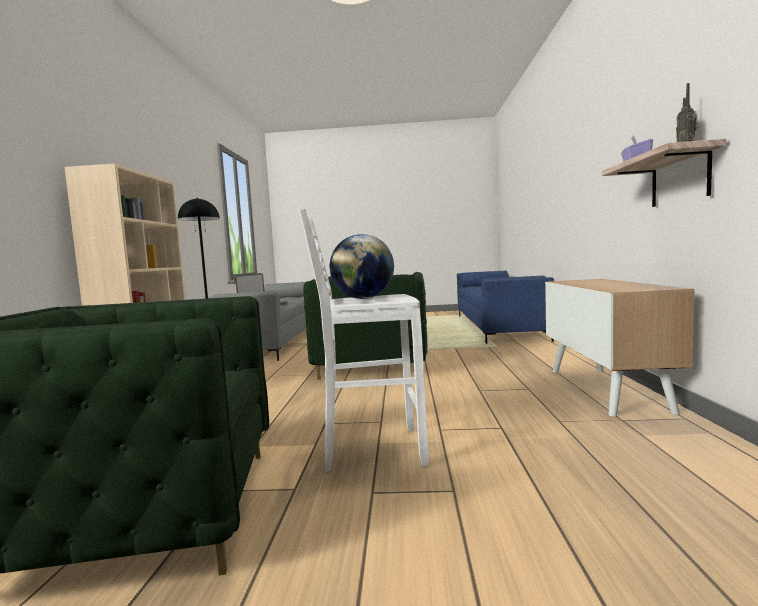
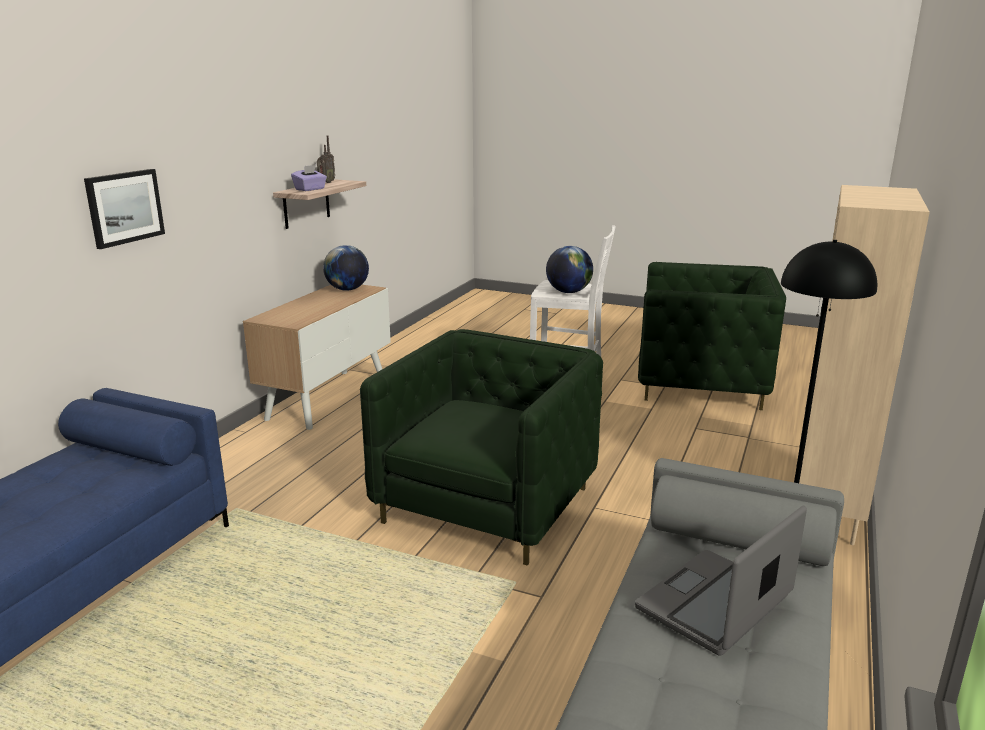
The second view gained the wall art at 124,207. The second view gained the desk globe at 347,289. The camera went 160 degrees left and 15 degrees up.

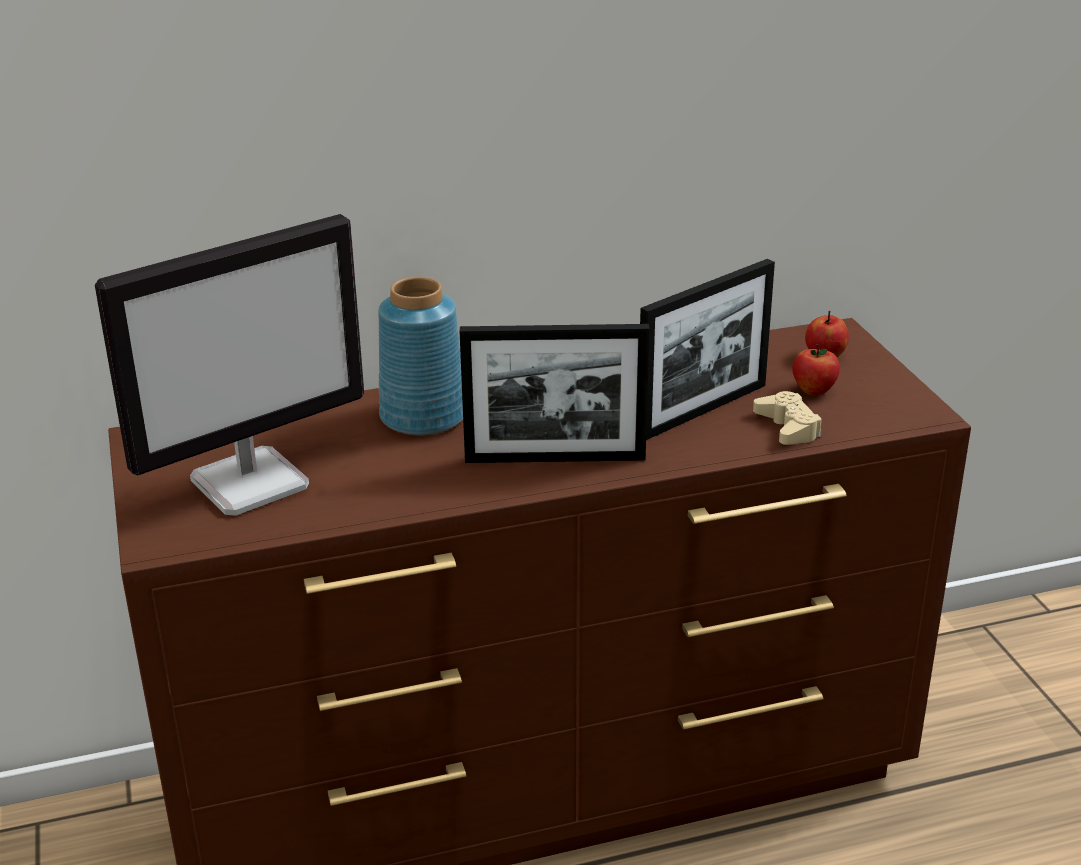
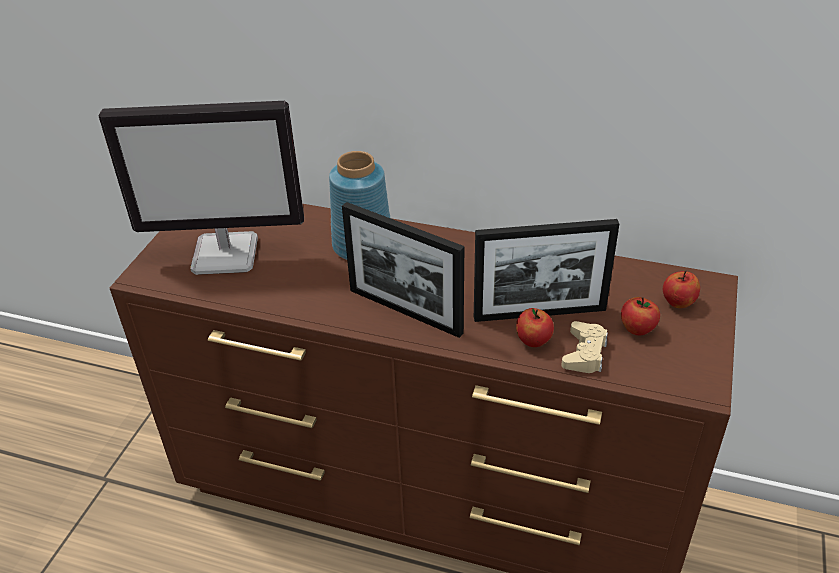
The second view gained the whole apple at 533,341. The camera went 35 degrees right and 10 degrees up.

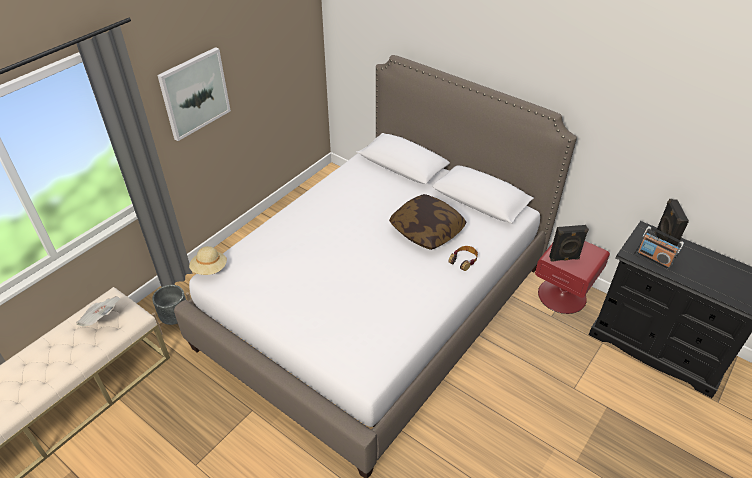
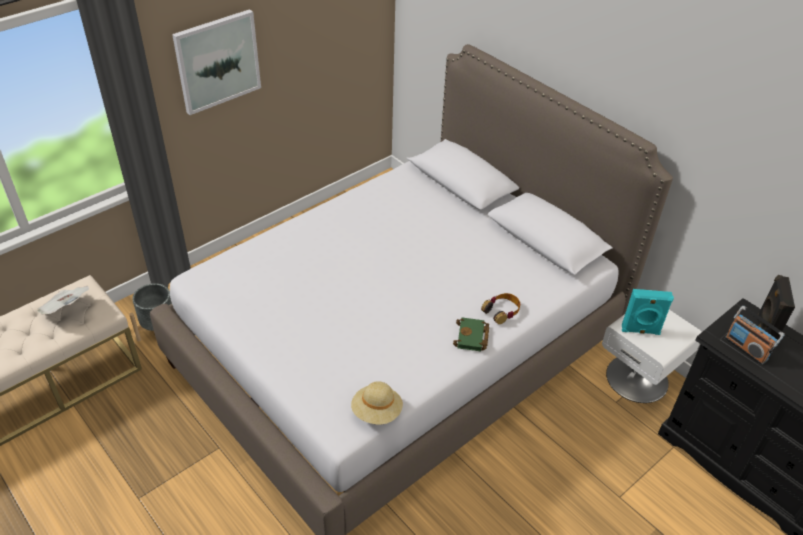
The beige hat ended up elsewhere, having gone from 209,269 to 377,412. The second view lost the pillow at 427,230. What was the reddish night table at 562,295 turned into the white night table at 637,378. What was the black audio speaker at 564,258 turned into the turquoise-coloured audio speaker at 640,331. The second view gained the green-coloured book at 472,338. The camera went 10 degrees right and 0 degrees up.

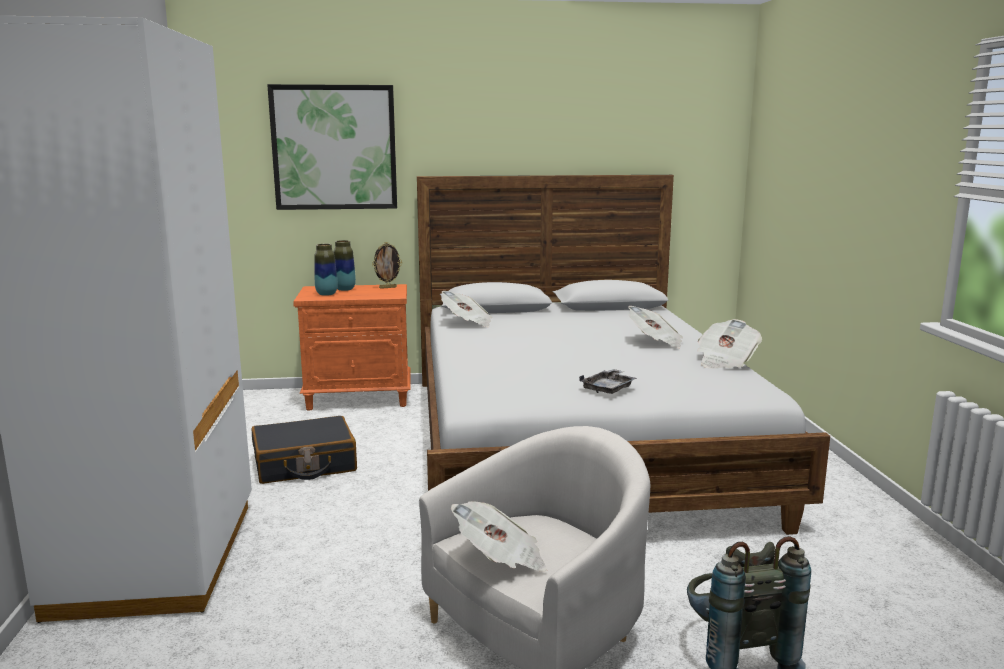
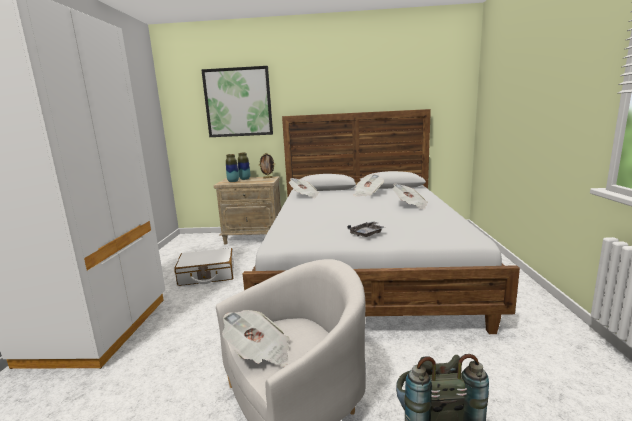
What was the black piece of luggage at 304,464 turned into the white piece of luggage at 207,275. What was the orangey night table at 359,398 turned into the beige night table at 254,238. The newspaper ended up elsewhere, having gone from 725,361 to 367,194. The camera went 10 degrees right and 0 degrees up.

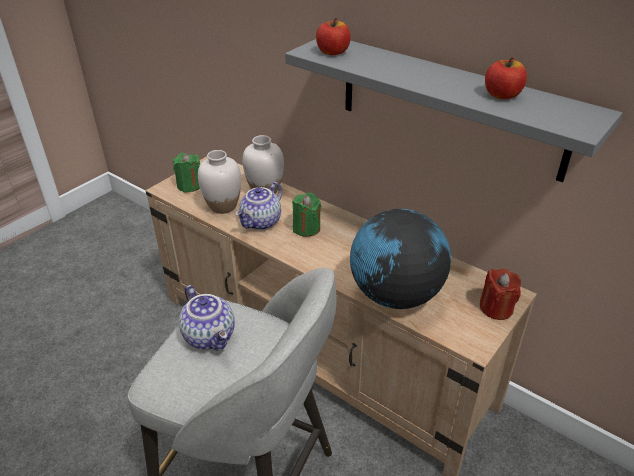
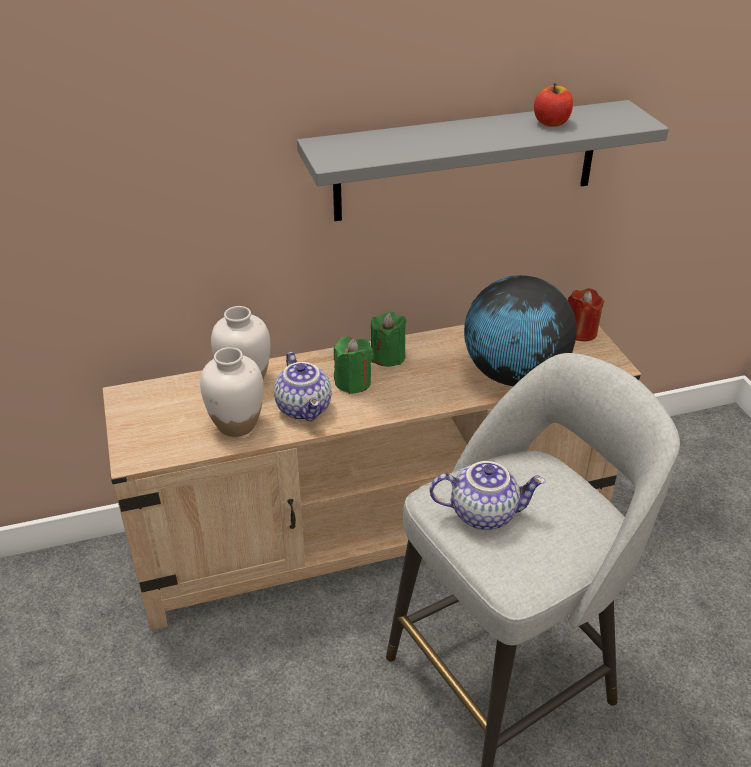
The green-coloured wax candle ended up elsewhere, having gone from 189,185 to 388,357. The second view lost the whole apple at 333,52. The camera went 55 degrees left and 0 degrees up.

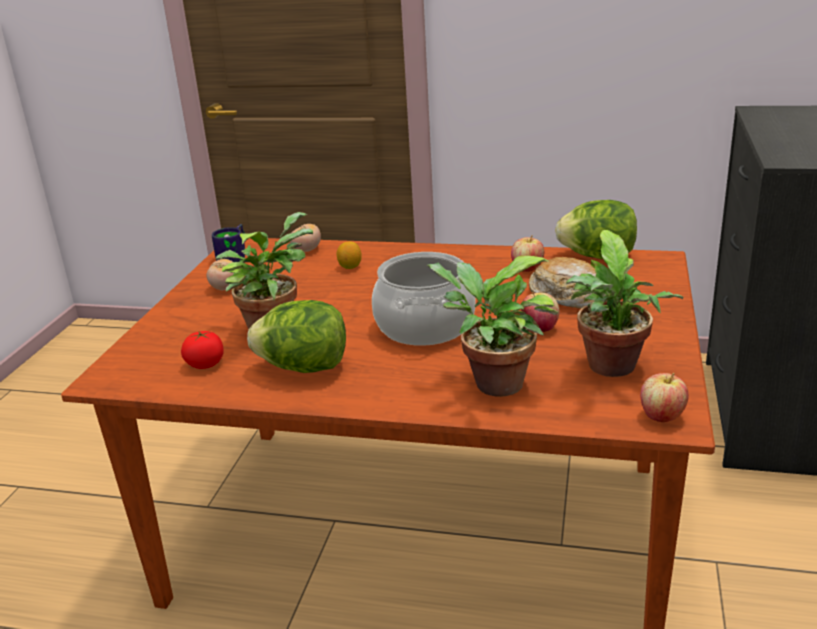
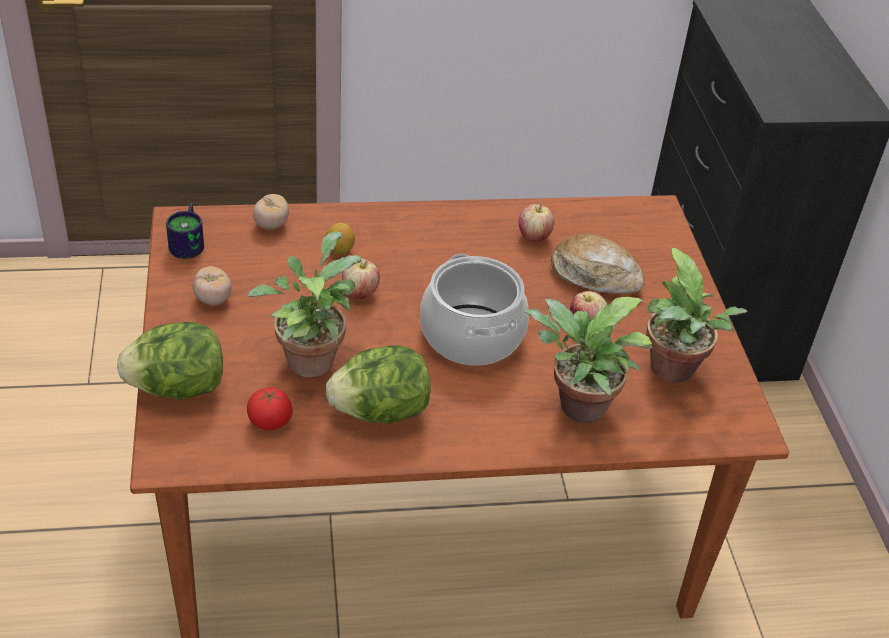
The lettuce ended up elsewhere, having gone from 598,256 to 178,388. The whole apple ended up elsewhere, having gone from 662,416 to 360,293. The camera went 25 degrees left and 15 degrees up.

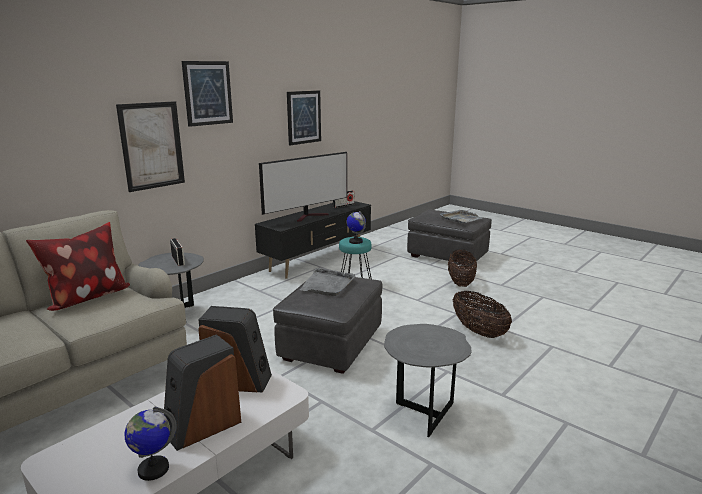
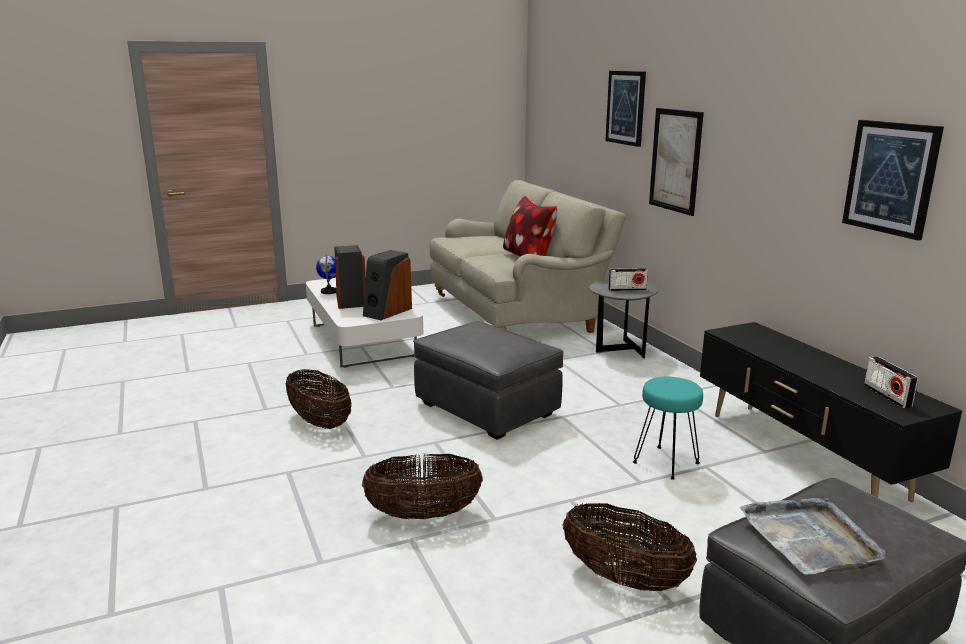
The wall art ended up elsewhere, having gone from 207,93 to 626,107. The second view lost the TV set at 310,216. The second view lost the greyish carrying tray at 327,284. The second view lost the desk globe at 355,241. Where the greyish accent table stood at 423,414, the storage basket came to stand at 320,422. The camera went 115 degrees right and 0 degrees up.

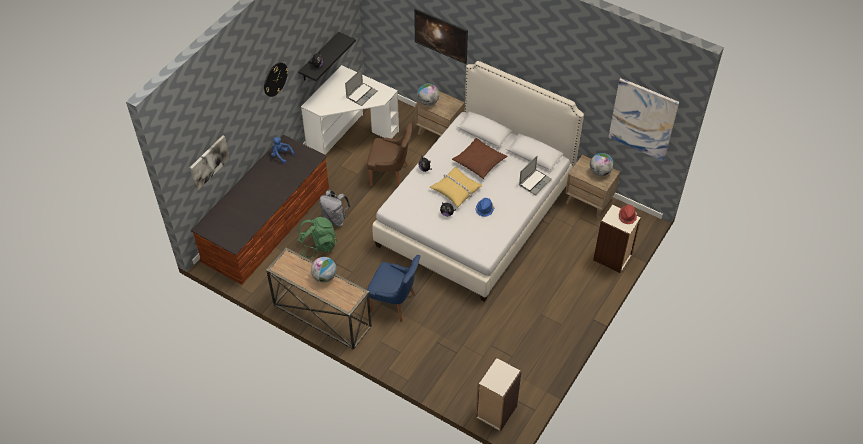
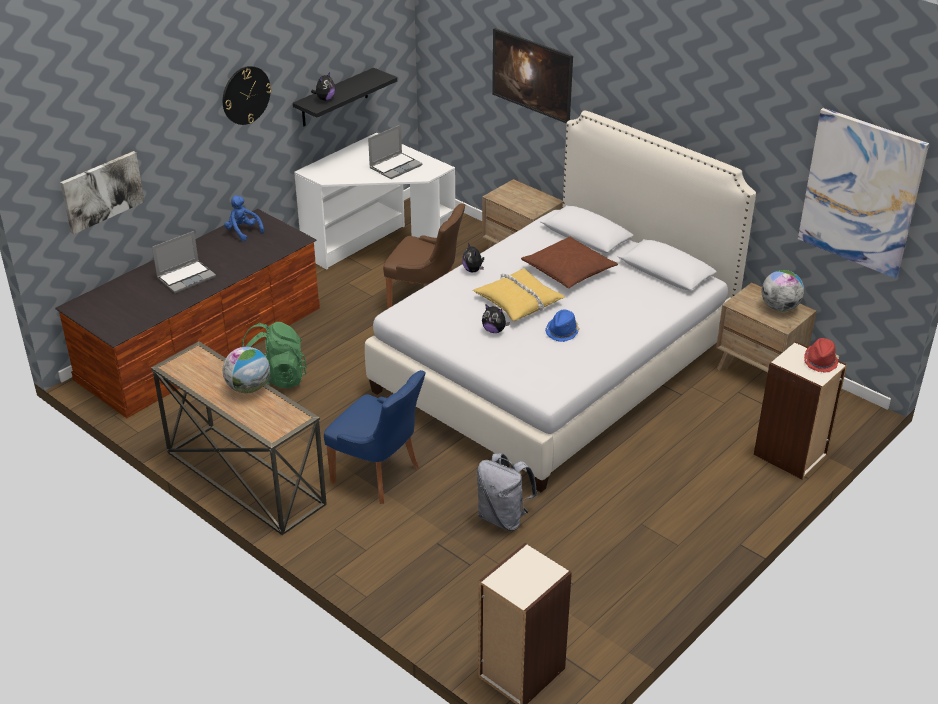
The greyish rucksack ended up elsewhere, having gone from 335,219 to 503,517. The second view lost the desk globe at 428,102. The laptop ended up elsewhere, having gone from 535,182 to 186,277. The camera went 10 degrees right and 15 degrees down.

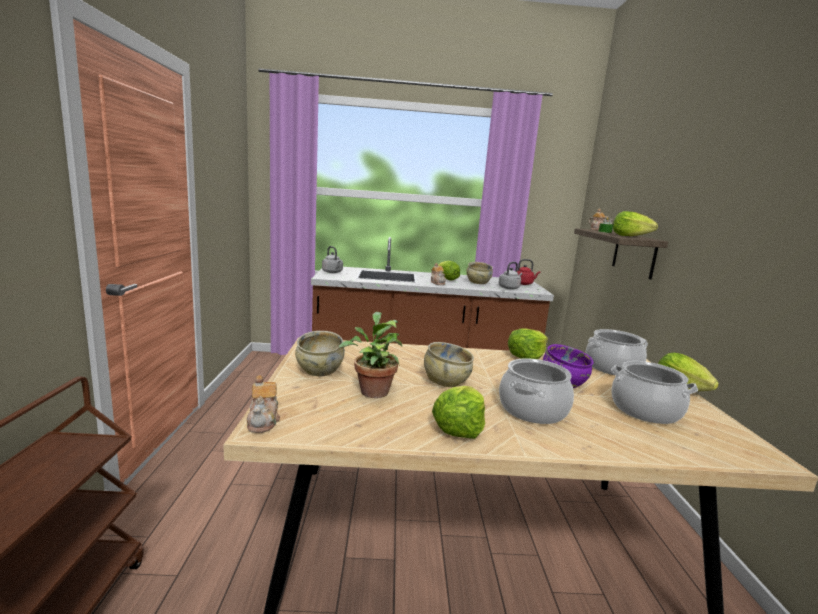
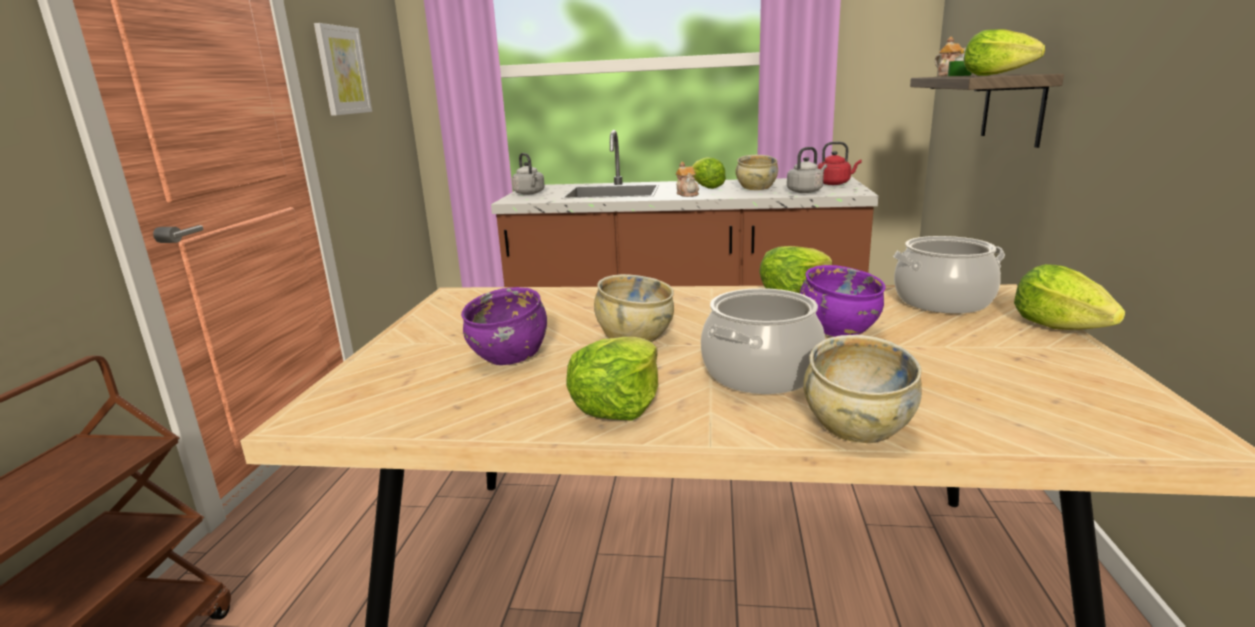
The second view lost the tea pot at 263,421. The beige bowl ended up elsewhere, having gone from 319,370 to 857,427. Where the plant in a pot stood at 373,390, the purple-coloured bowl came to stand at 509,355. The second view lost the saucepot at 645,410. The second view gained the wall art at 342,70. The camera went 10 degrees right and 5 degrees up.

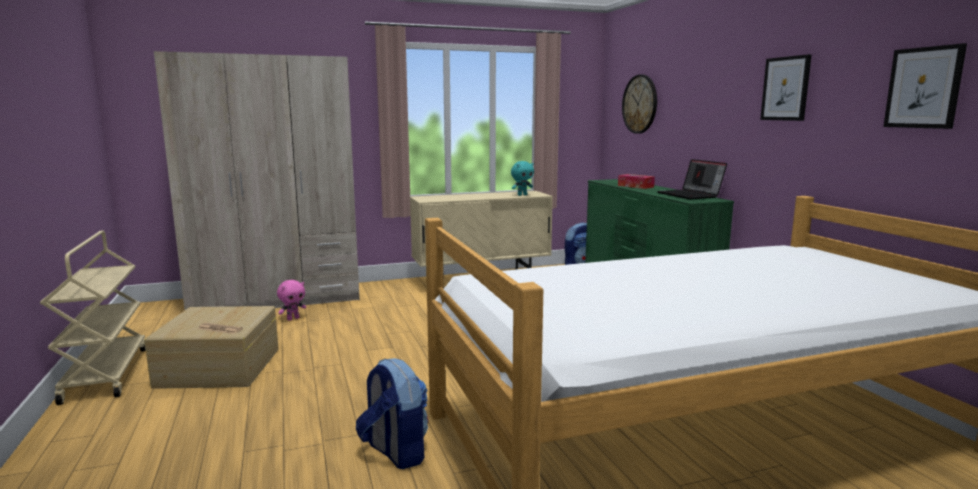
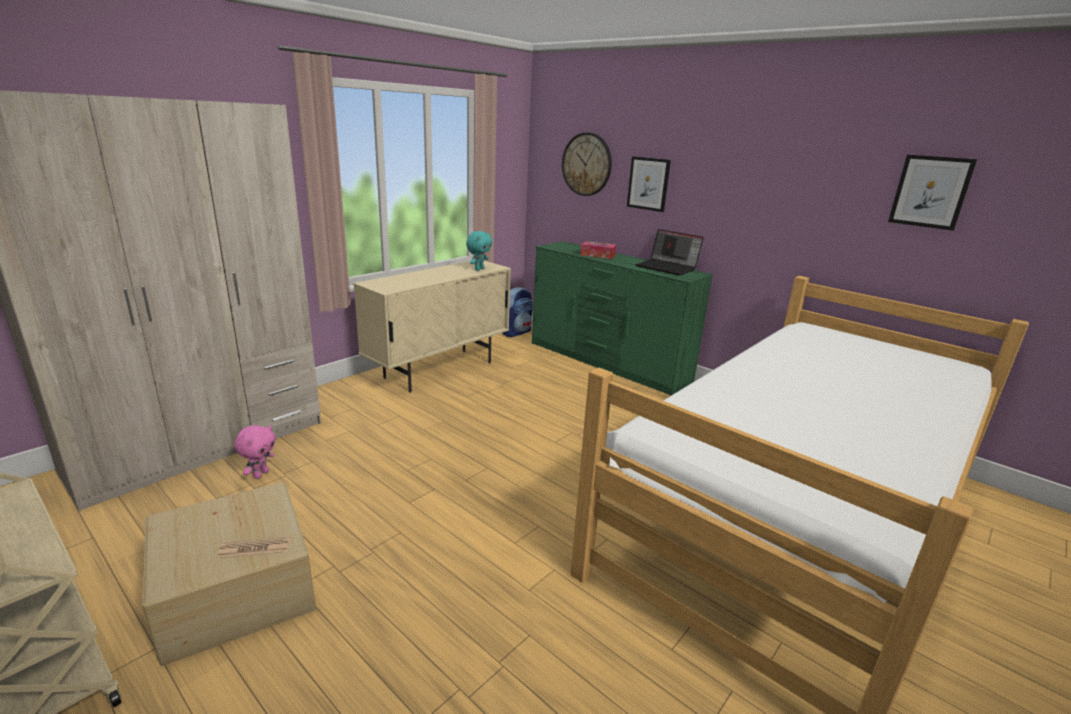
The second view lost the rucksack at 395,452. The wall art ended up elsewhere, having gone from 785,88 to 648,184. The camera went 30 degrees left and 10 degrees up.

